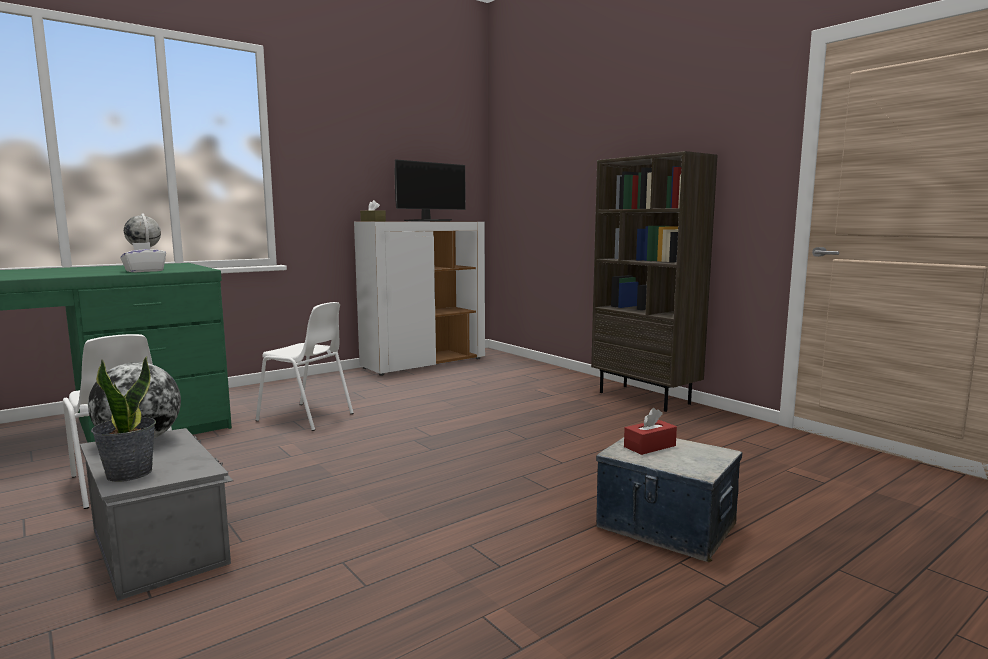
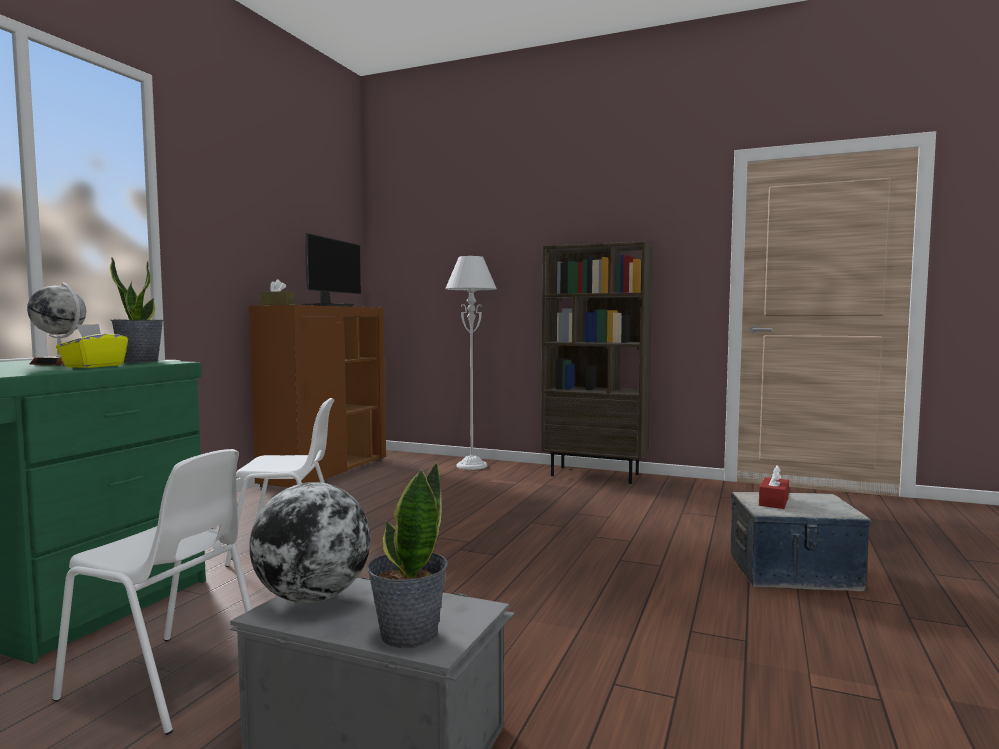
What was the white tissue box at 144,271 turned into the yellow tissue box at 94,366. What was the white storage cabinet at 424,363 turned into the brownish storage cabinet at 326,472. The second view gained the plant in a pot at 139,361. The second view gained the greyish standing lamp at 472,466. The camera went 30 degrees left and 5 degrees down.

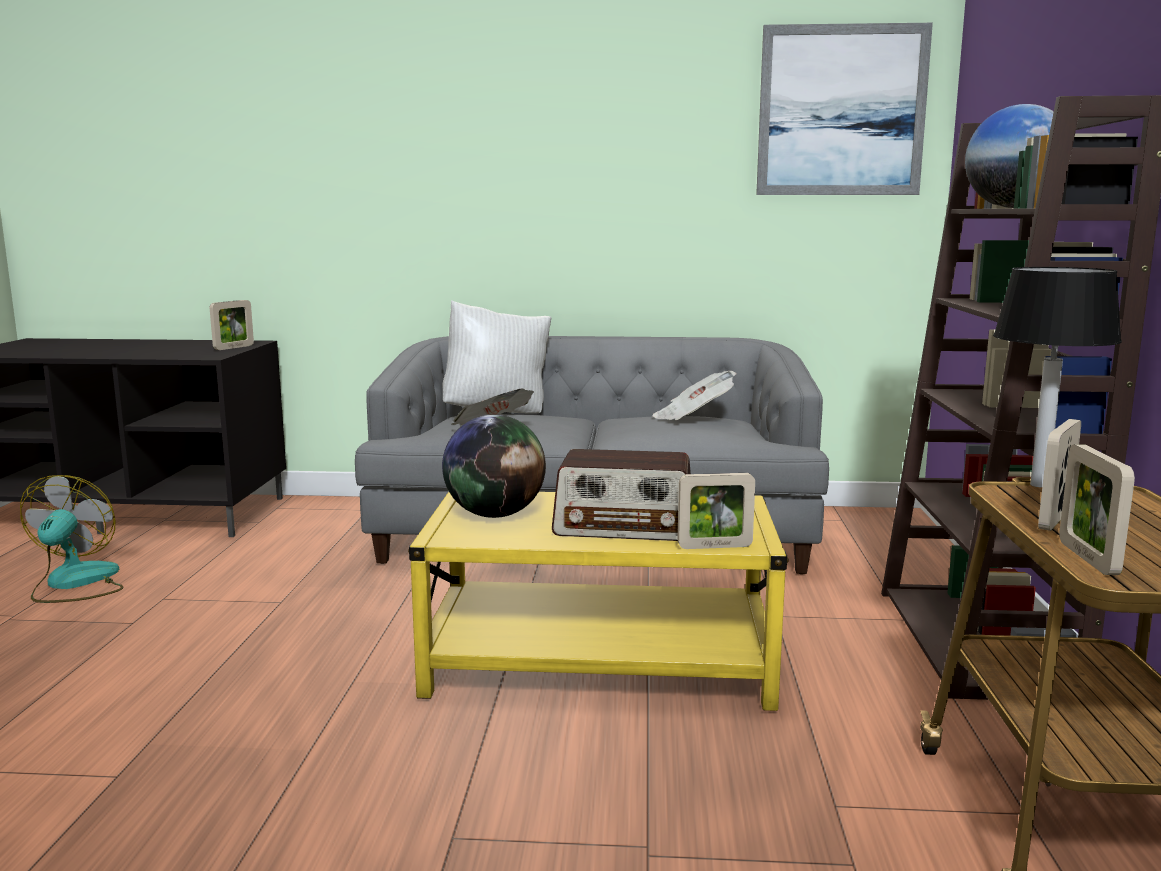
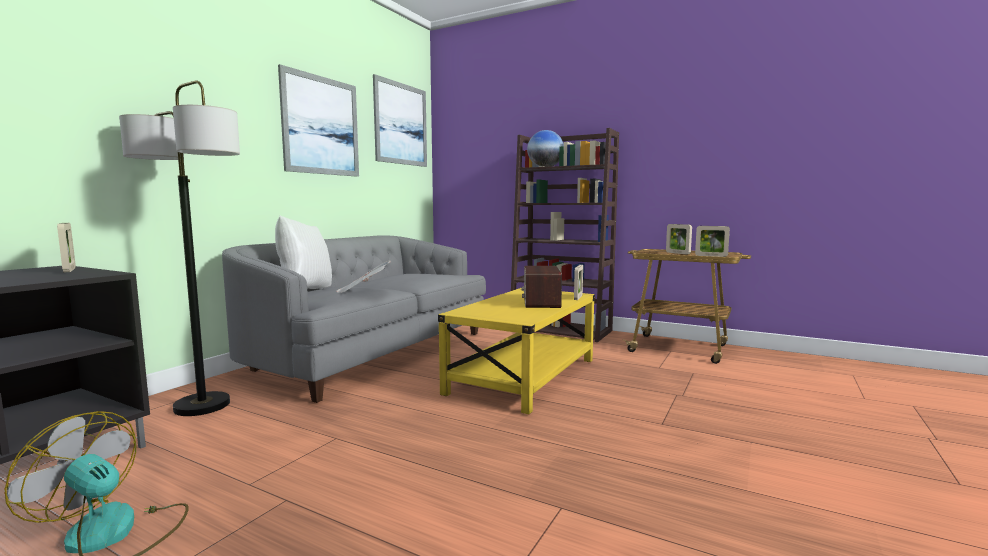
The second view lost the desk globe at 495,515. The radio set at 625,527 ended up facing another way, 150 degrees clockwise from before. The second view lost the newspaper at 693,417. The second view lost the table lamp at 1040,485. The second view gained the standing lamp at 202,405. The second view gained the wall art at 321,126. The camera went 65 degrees left and 5 degrees down.

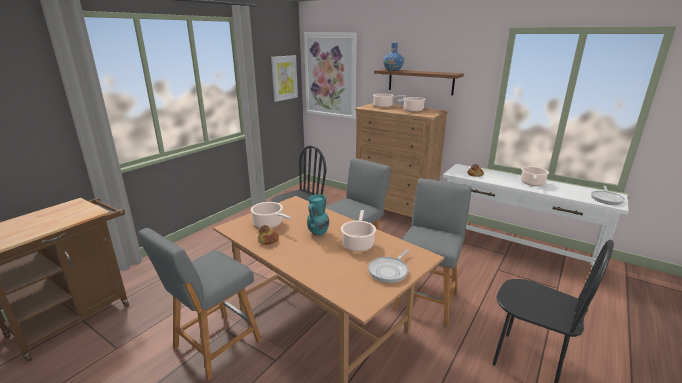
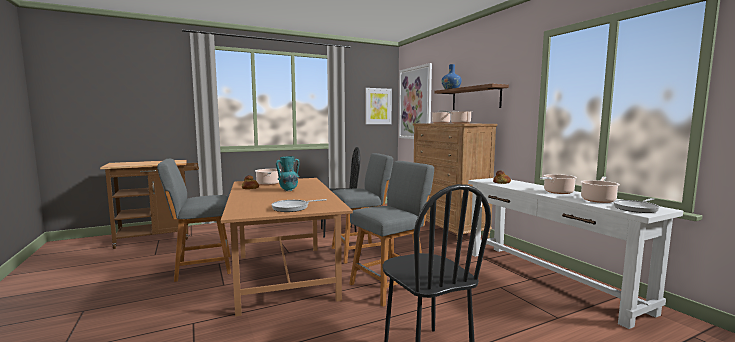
The saucepot ended up elsewhere, having gone from 358,243 to 598,200. The camera went 30 degrees right and 15 degrees down.

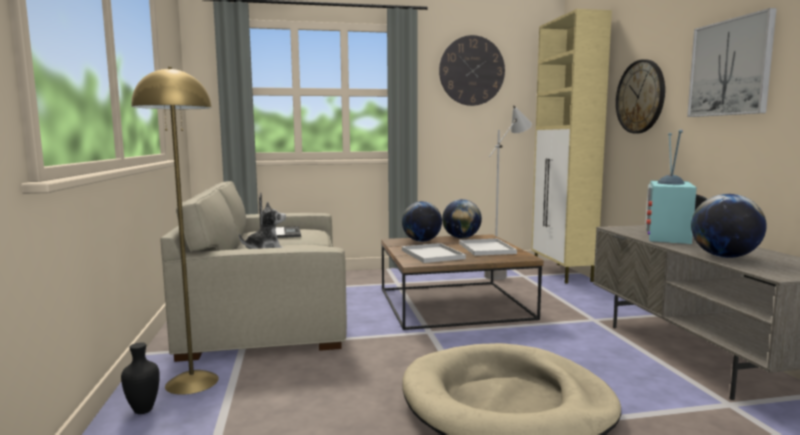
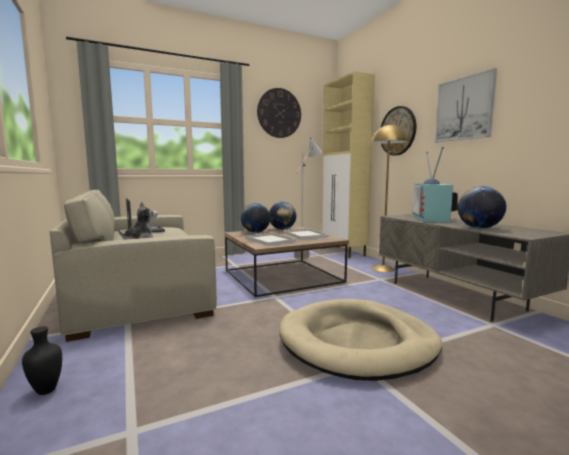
The yellow standing lamp ended up elsewhere, having gone from 192,382 to 382,268. The camera went 15 degrees left and 0 degrees up.

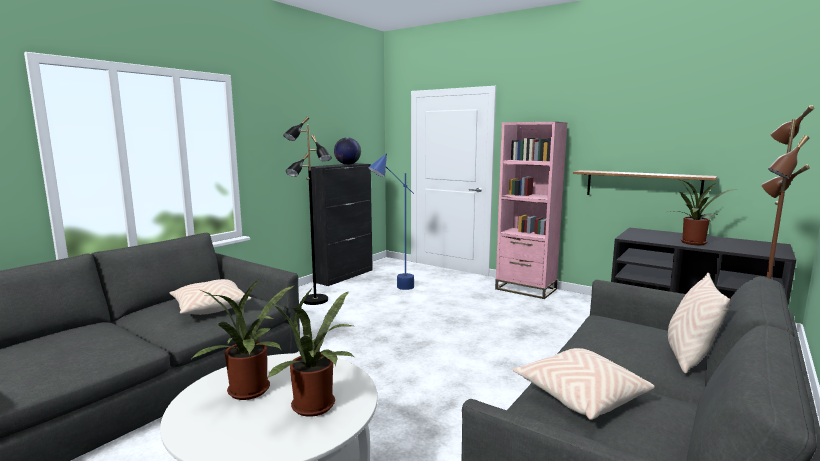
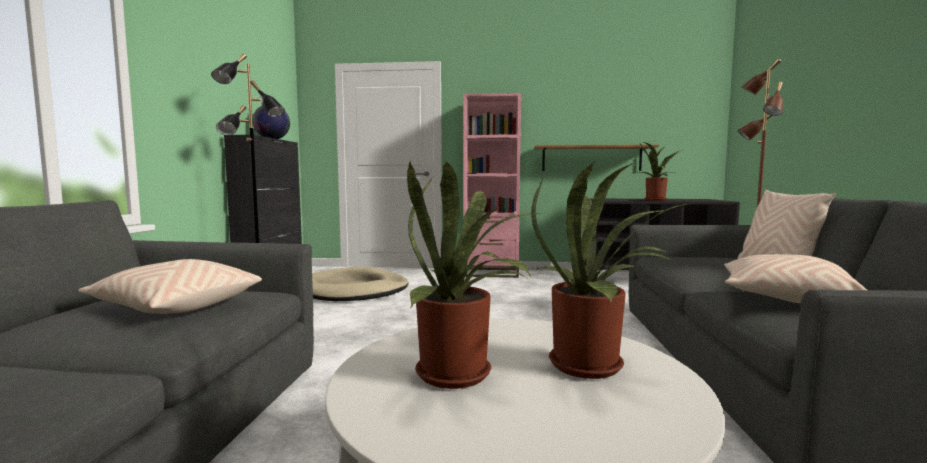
Where the blue-coloured standing lamp stood at 393,289, the beige pet bed came to stand at 353,290. The camera went 30 degrees left and 5 degrees down.

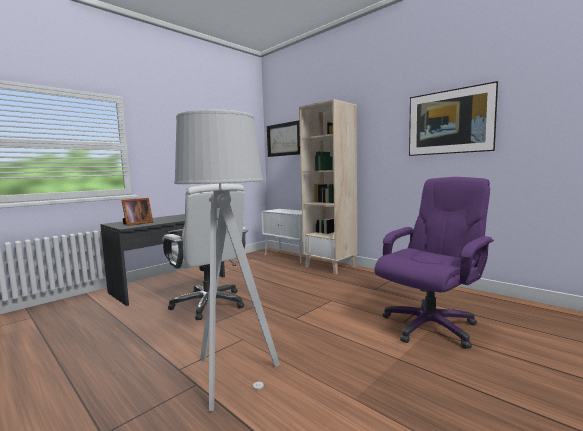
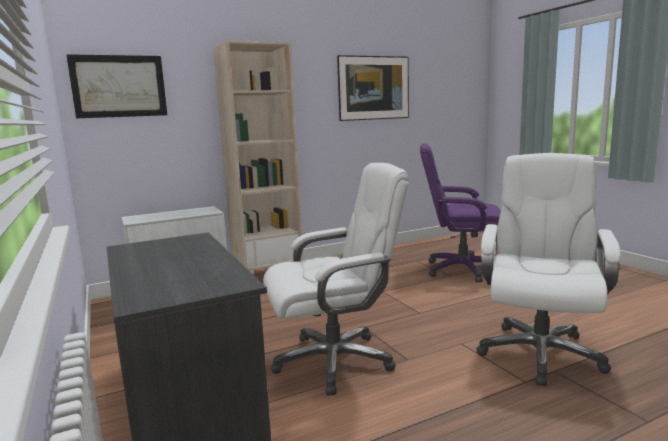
The second view lost the picture frame at 136,224. Where the greyish standing lamp stood at 231,376, the white desk chair came to stand at 539,353. The purple-coloured desk chair at 430,326 ended up facing another way, 60 degrees counterclockwise from before. The camera went 70 degrees left and 5 degrees up.

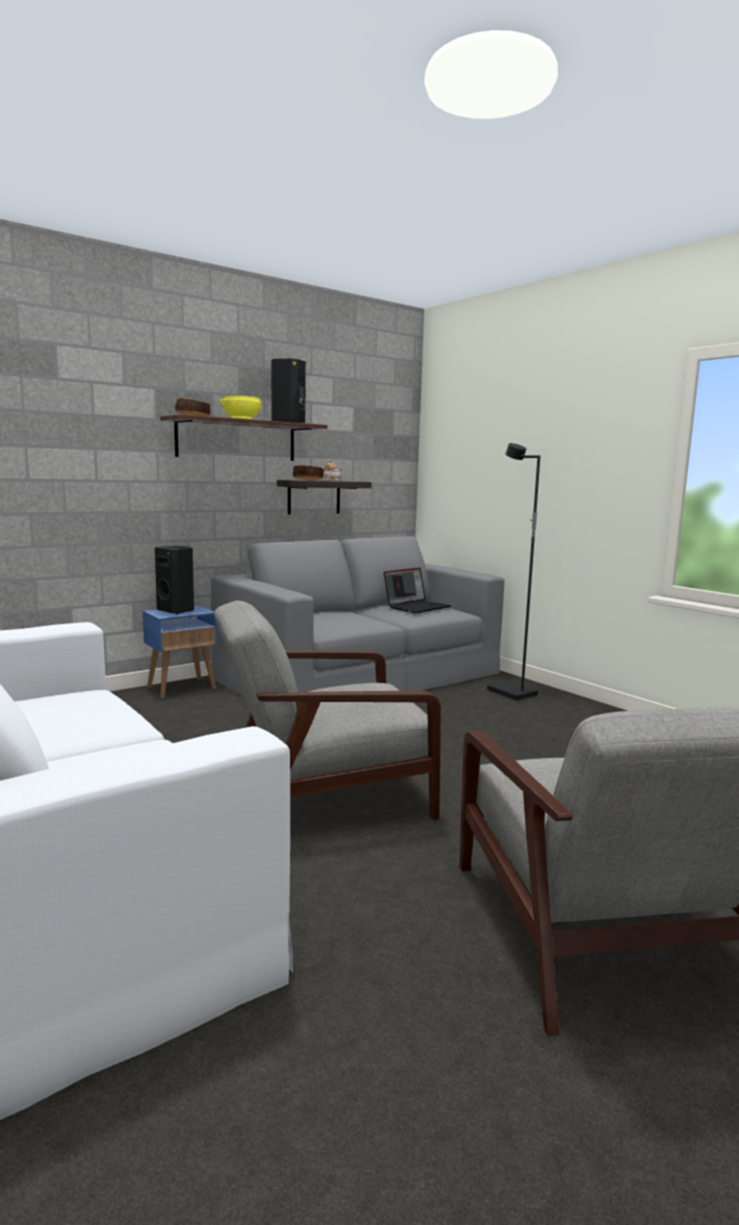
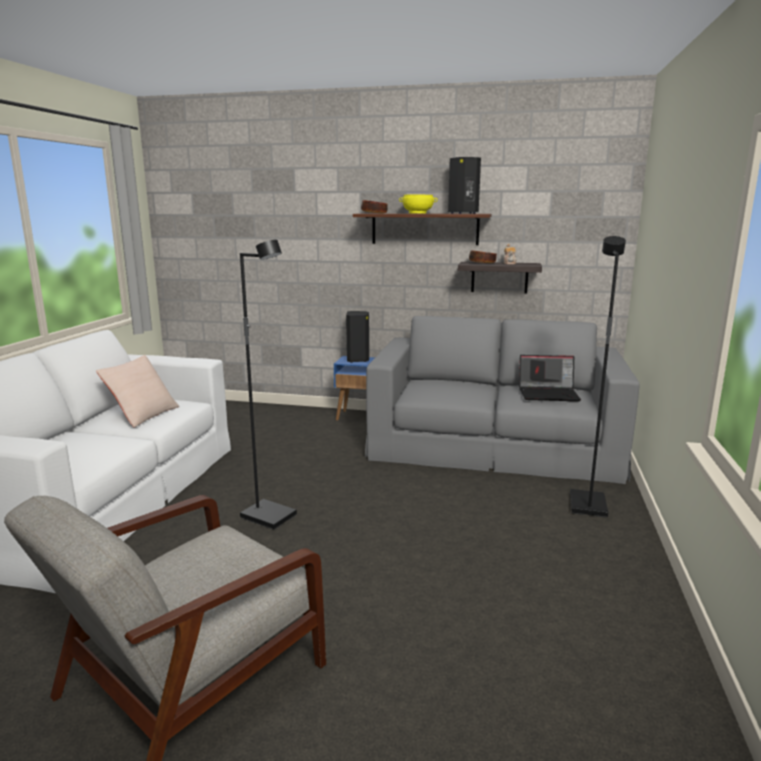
Where the greyish easy chair stood at 322,796, the black standing lamp came to stand at 270,516. The second view gained the beige pillow at 142,414. The camera went 50 degrees right and 5 degrees up.

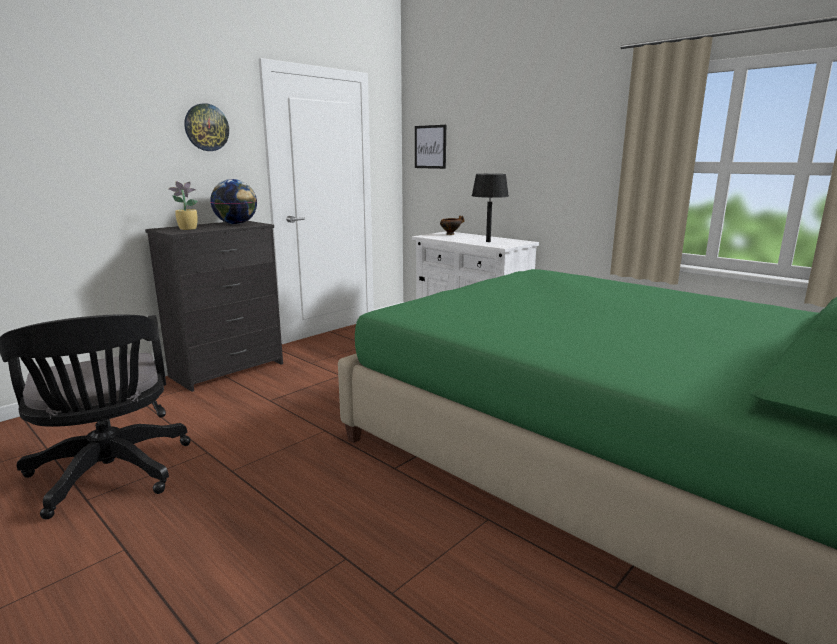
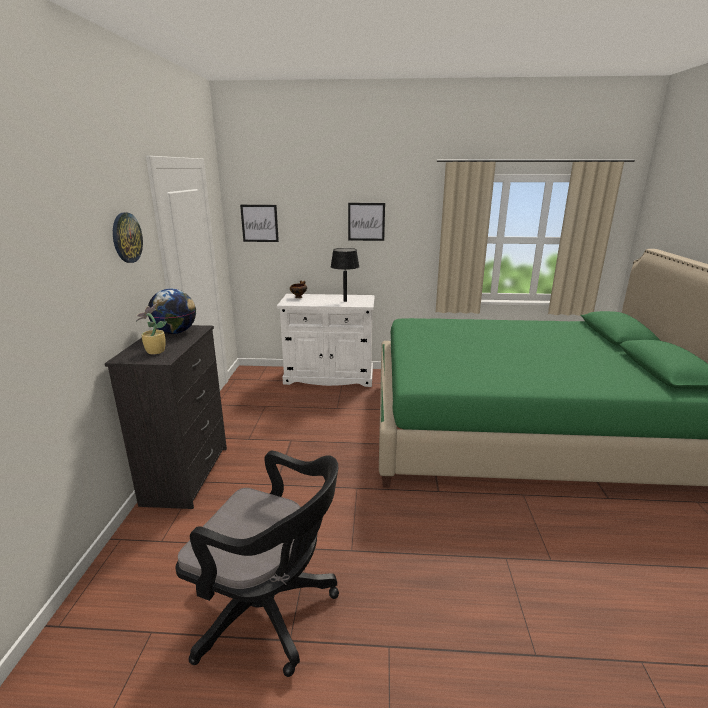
The second view gained the wall art at 366,221. The camera went 40 degrees left and 5 degrees up.

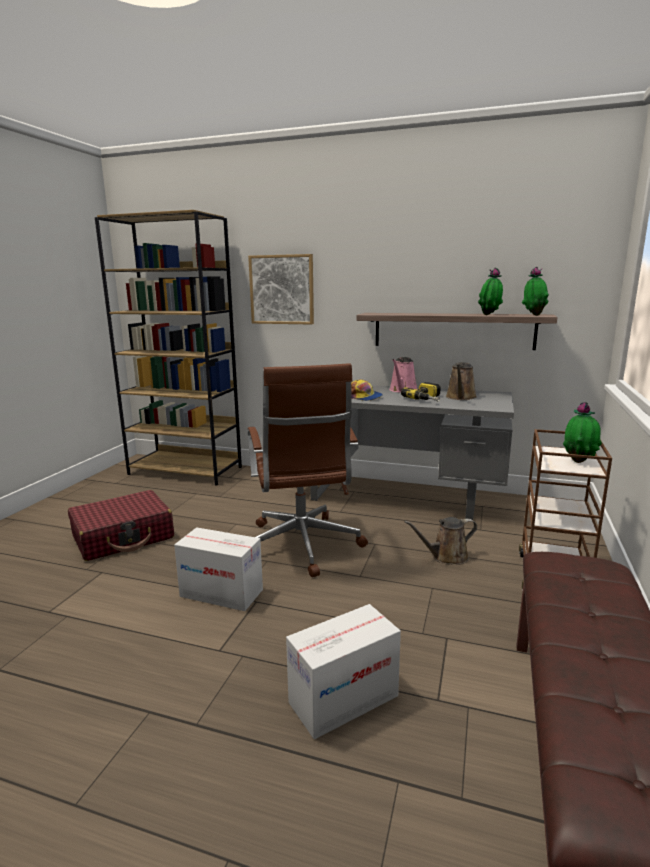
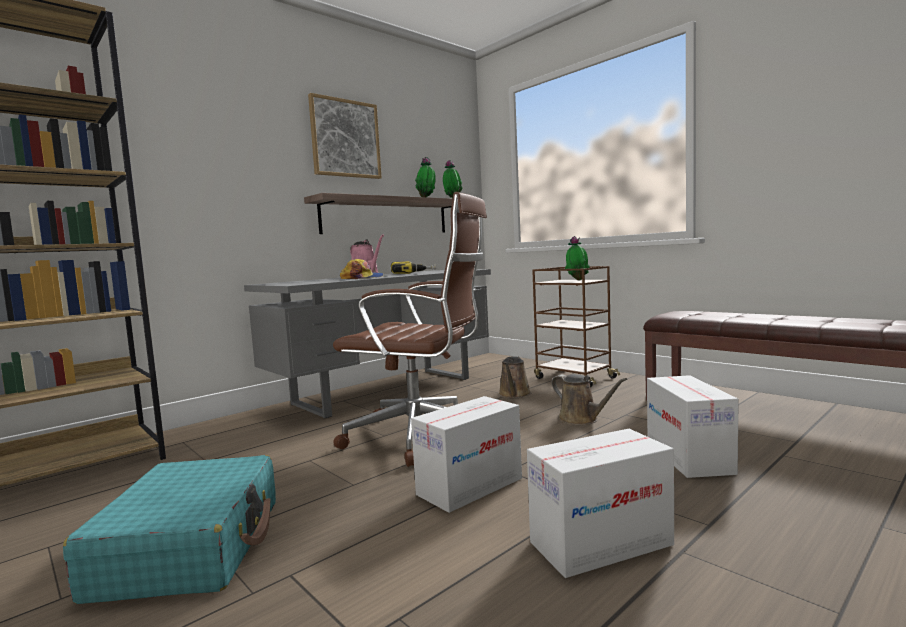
What was the reddish piece of luggage at 123,537 turned into the turquoise-coloured piece of luggage at 192,546. The wall art ended up elsewhere, having gone from 282,289 to 345,138. The brownish watering can ended up elsewhere, having gone from 460,397 to 581,419. The second view gained the packing box at 601,544. The camera went 60 degrees left and 10 degrees down.

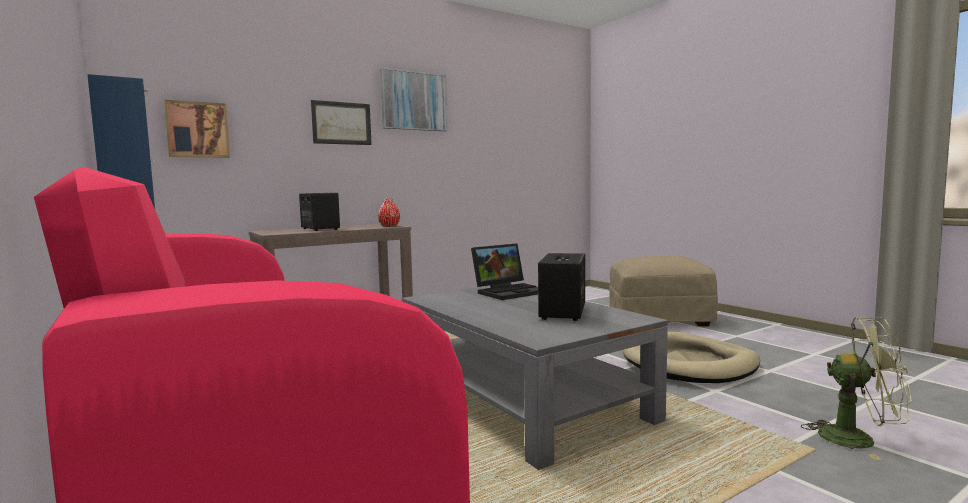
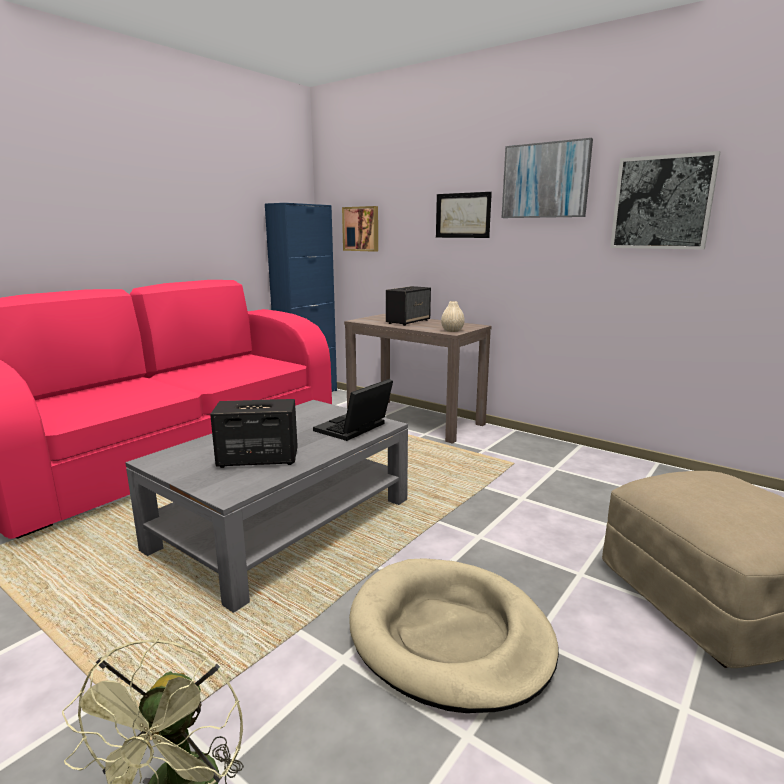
What was the reddish vase at 389,226 turned into the beige vase at 452,330. The laptop at 509,291 ended up facing another way, 90 degrees clockwise from before. The second view gained the wall art at 662,203. The camera went 70 degrees right and 10 degrees up.

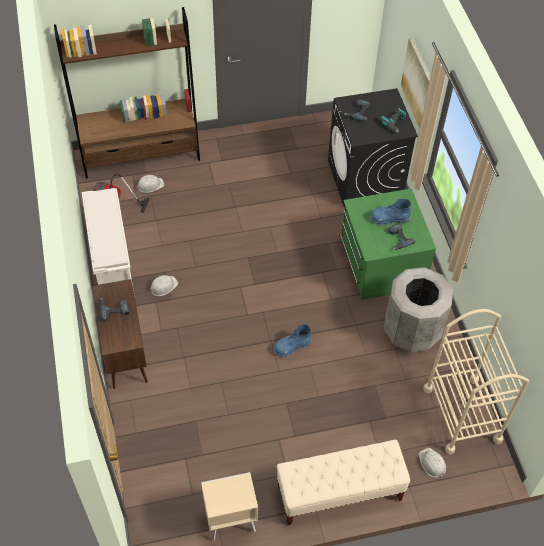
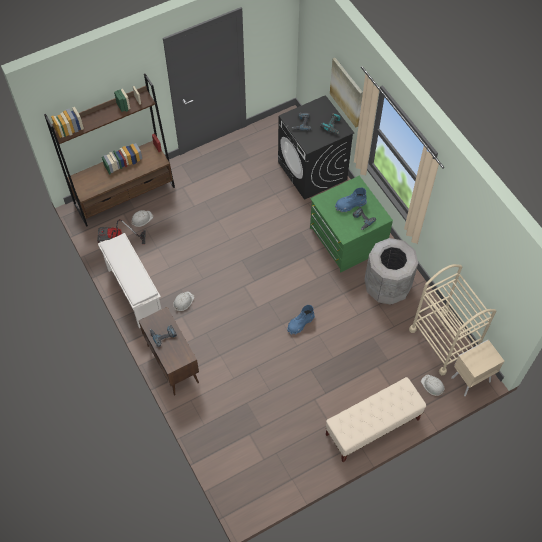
The beige night table ended up elsewhere, having gone from 229,521 to 469,379. The camera went 15 degrees left and 5 degrees up.

